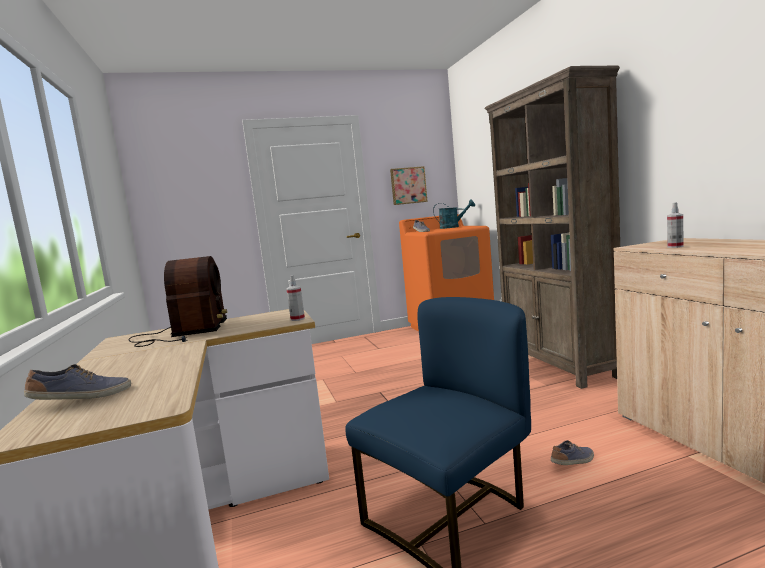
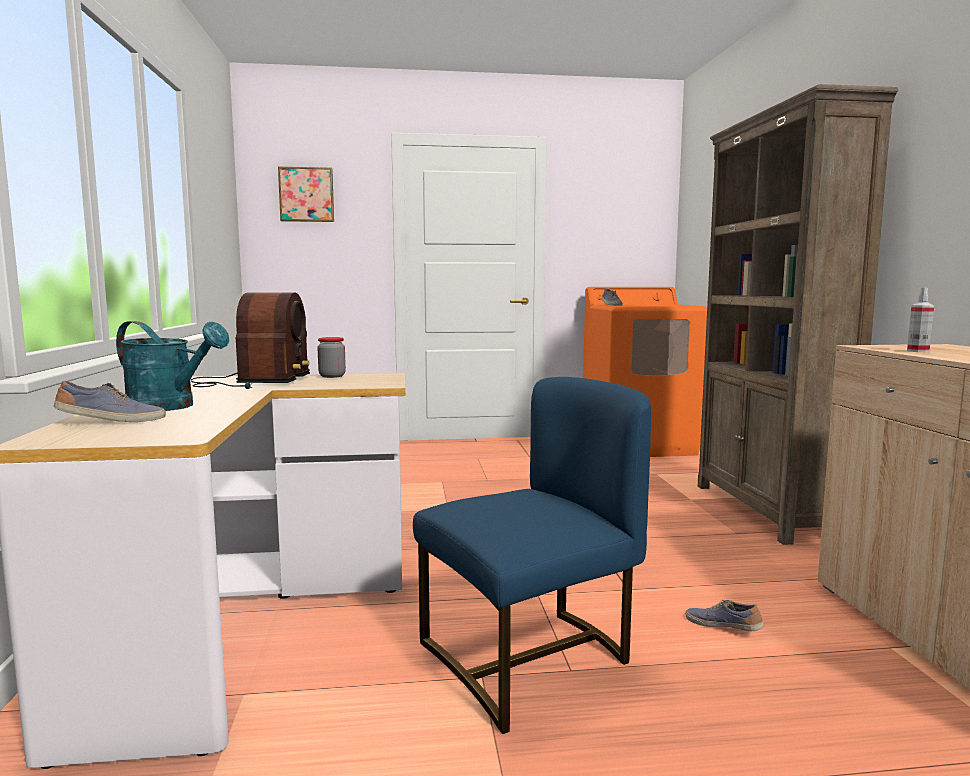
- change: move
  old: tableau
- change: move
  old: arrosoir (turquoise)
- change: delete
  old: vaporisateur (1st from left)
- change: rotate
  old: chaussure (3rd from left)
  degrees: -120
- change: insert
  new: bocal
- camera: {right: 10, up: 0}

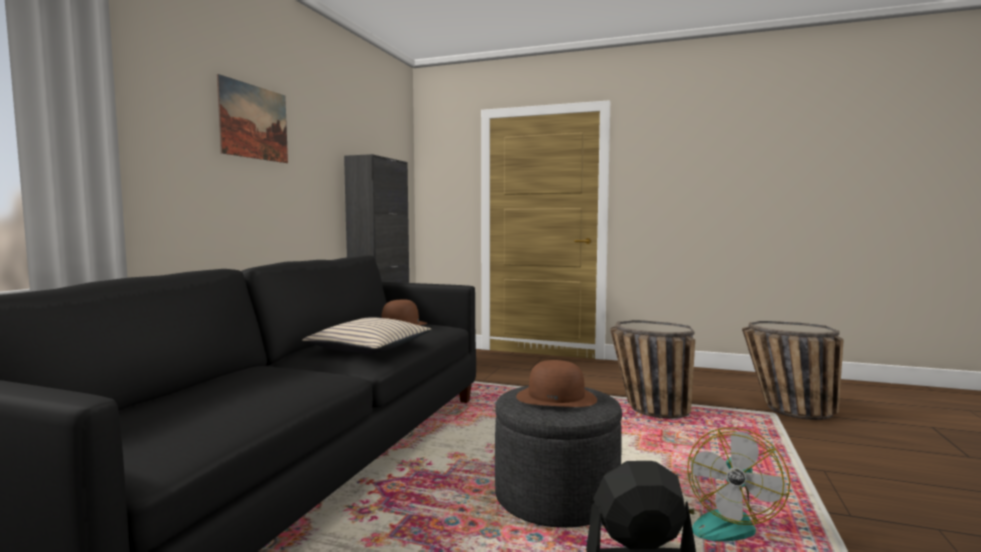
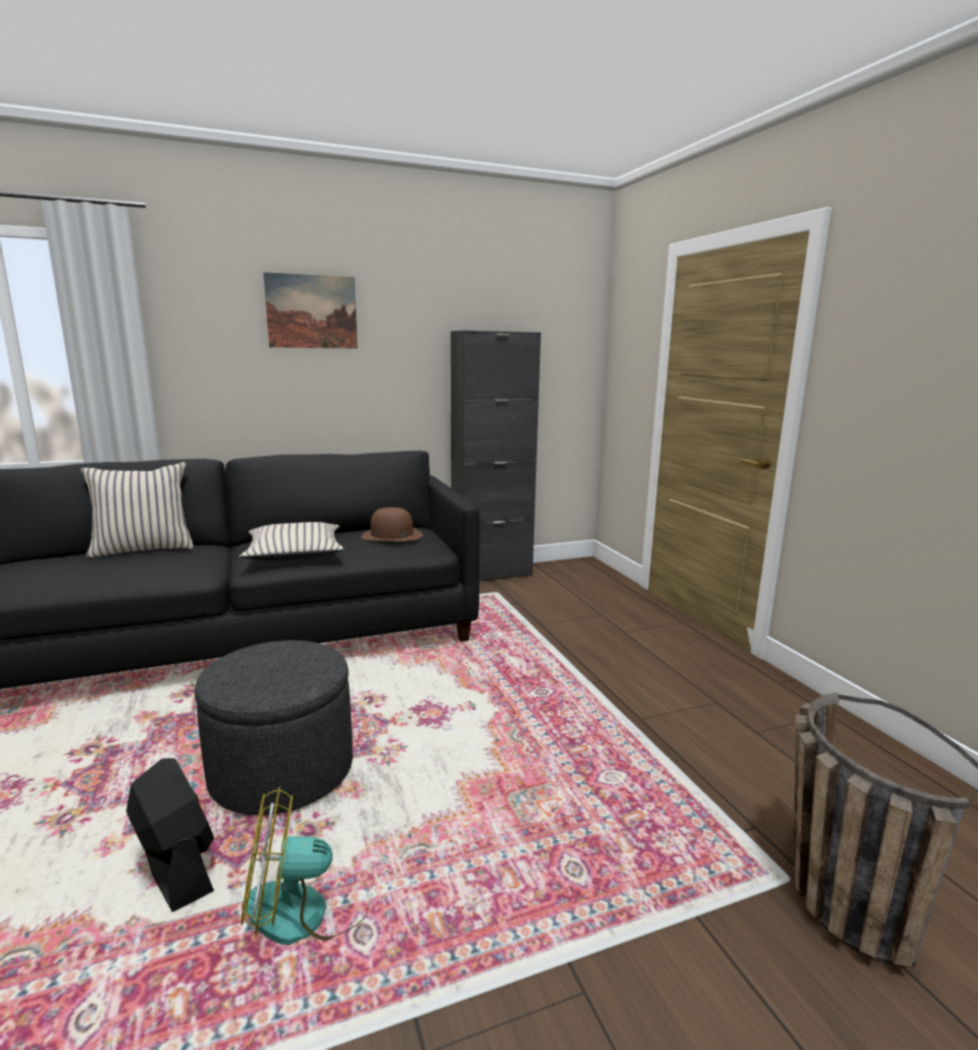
- change: delete
  old: panier (1st from left)
- change: delete
  old: chapeau (marron) (2nd from left)
- change: insert
  new: coussin (beige) (1st from left)
- camera: {right: 50, up: 10}

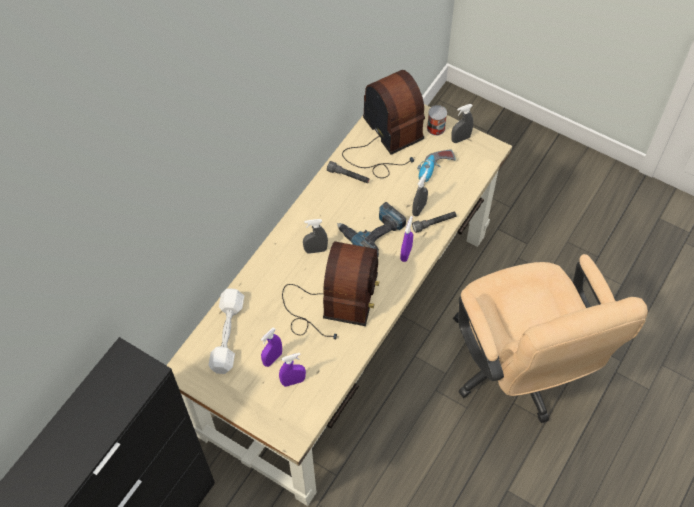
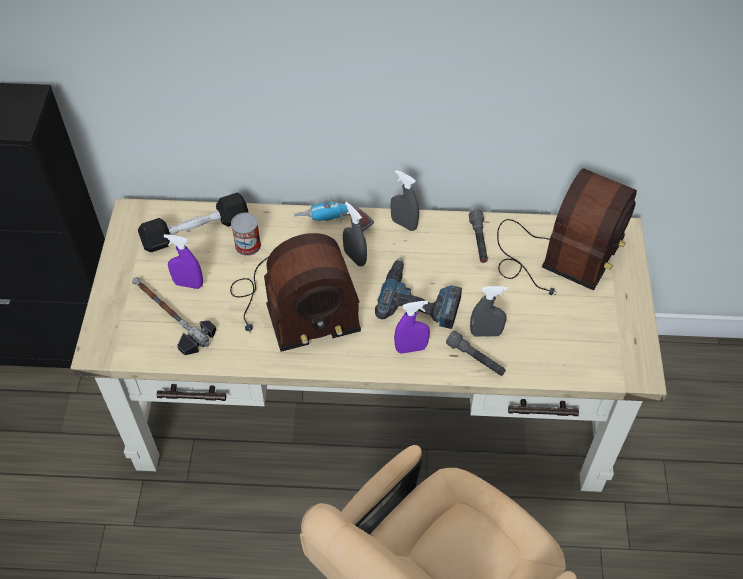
- change: move
  old: vaporisateur (gris) (3rd from left in the first image)
  new: vaporisateur (gris) (2nd from left)
- change: move
  old: boîte métallique
- change: move
  old: perceuse (2nd from left in the first image)
  new: perceuse (1st from left)
- change: recolor
  old: haltère (blanc)
  new: haltère (noir)
- change: replace
  old: vaporisateur (violet) (2nd from left)
  new: marteau
- camera: {right: 60, up: -5}

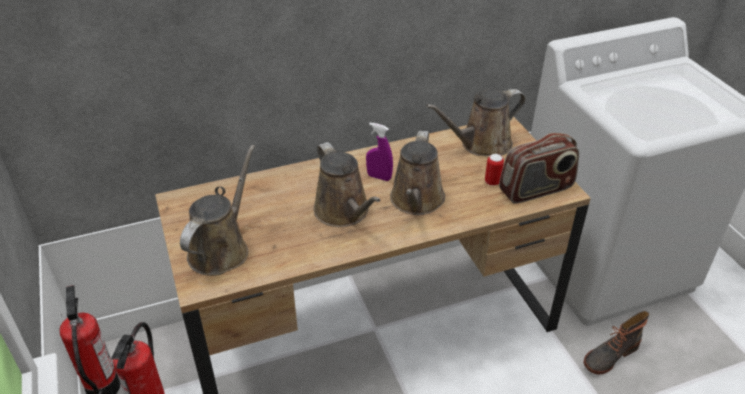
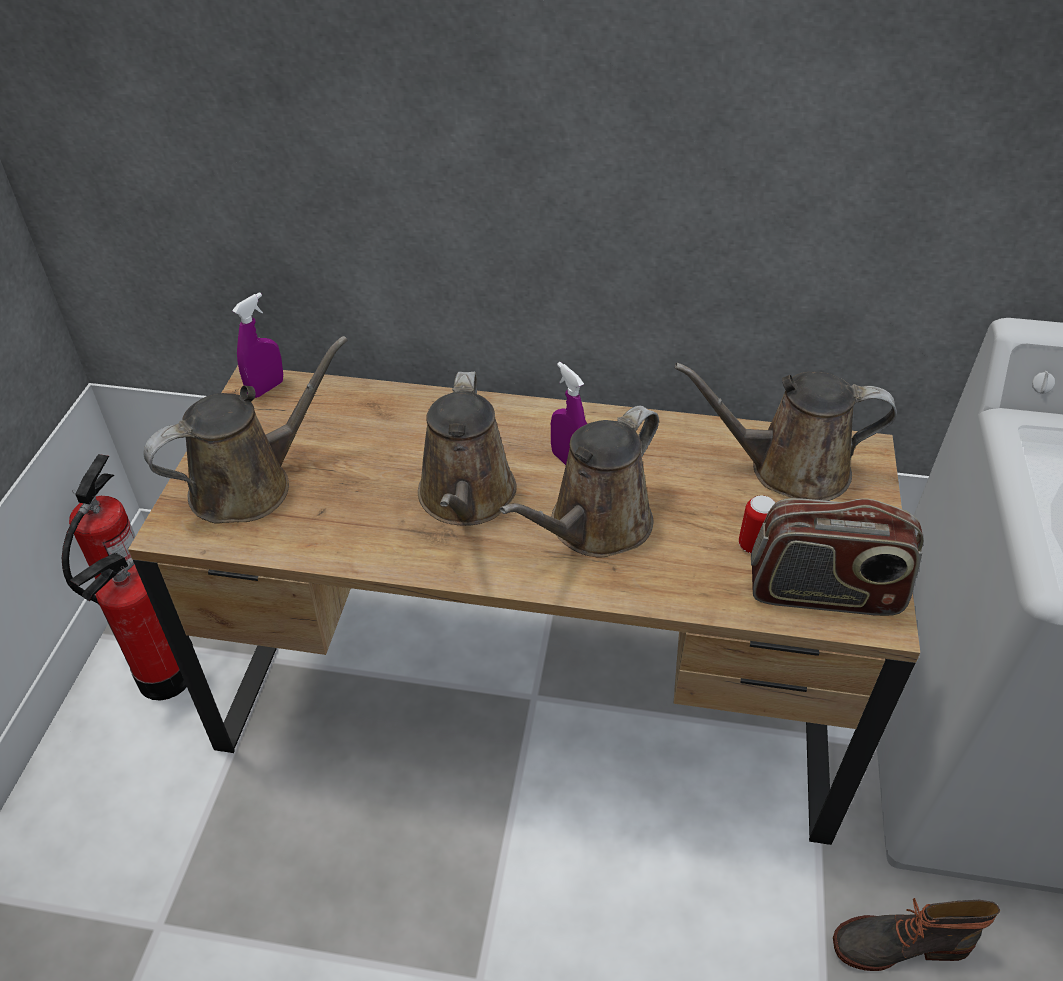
- change: insert
  new: vaporisateur (violet) (1st from left)
- camera: {right: 30, up: 5}

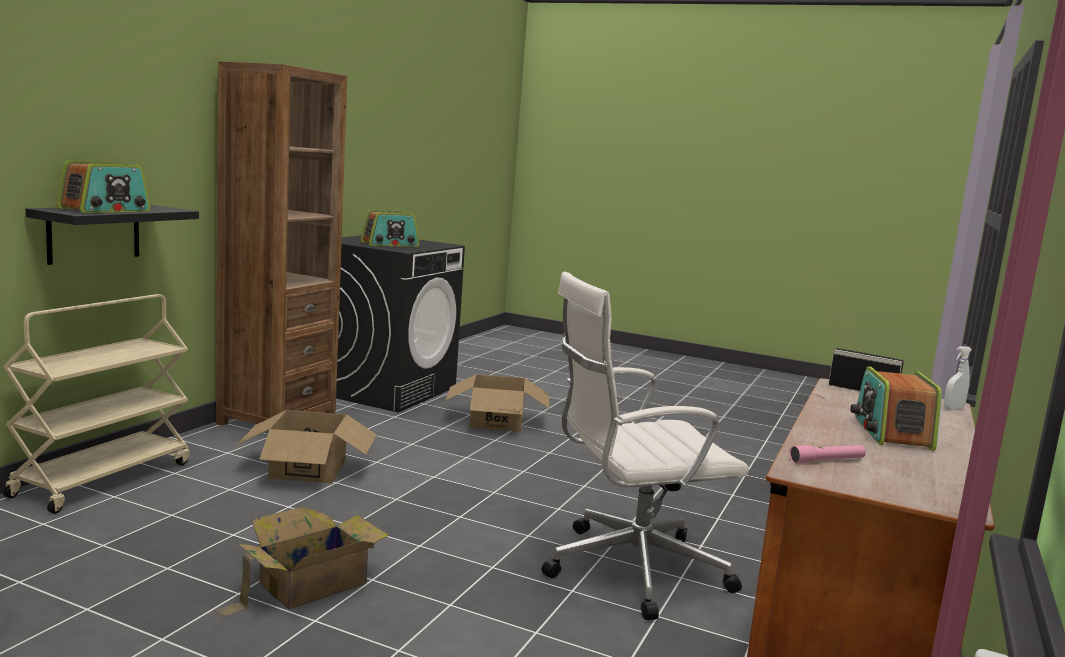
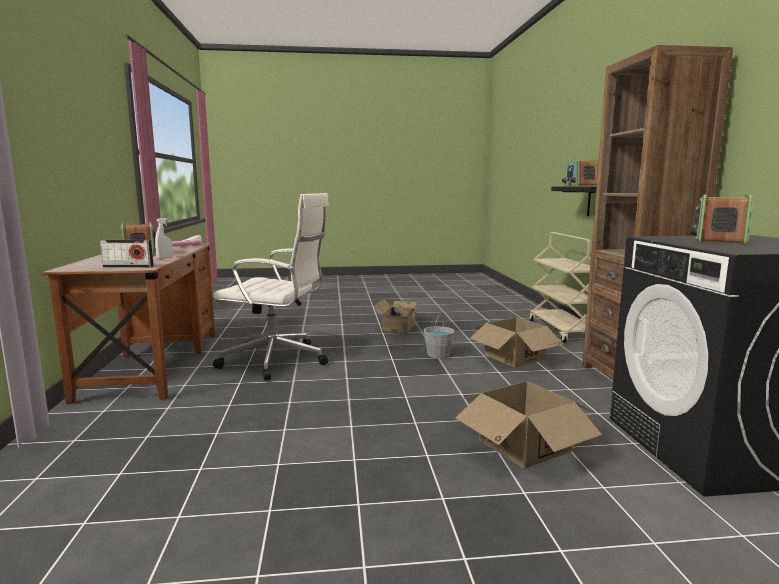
- change: rotate
  old: chaise de bureau (blanc)
  degrees: 60
- change: move
  old: vaporisateur (blanc)
- change: insert
  new: seau (gris)
- camera: {right: 150, up: 0}

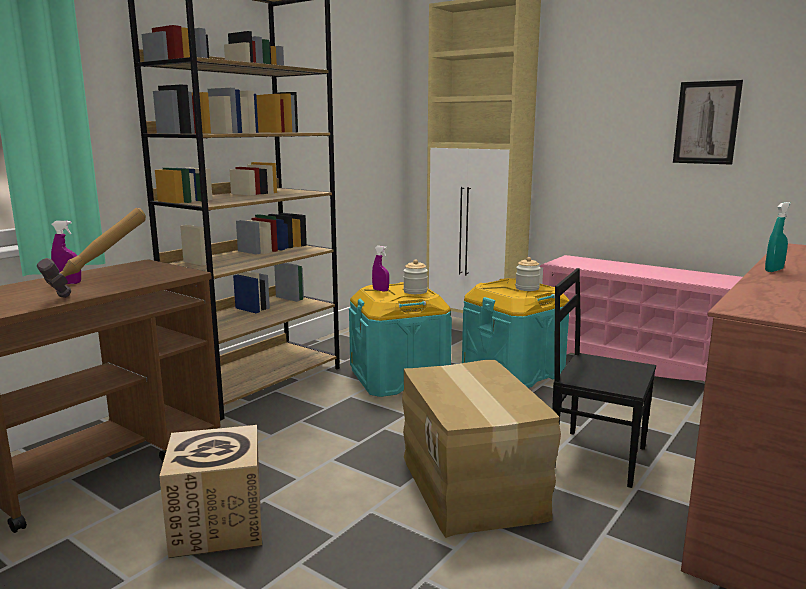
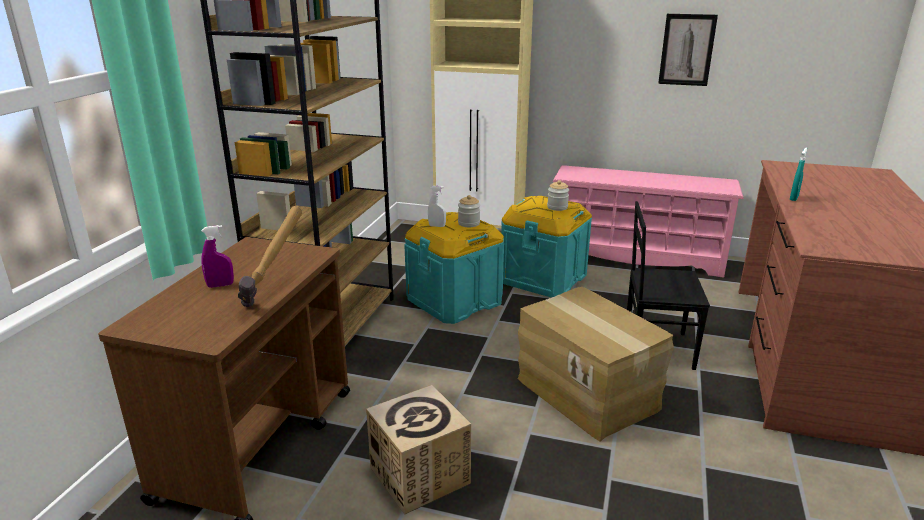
- change: recolor
  old: vaporisateur (violet) (2nd from left)
  new: vaporisateur (blanc)
- camera: {right: -20, up: 10}

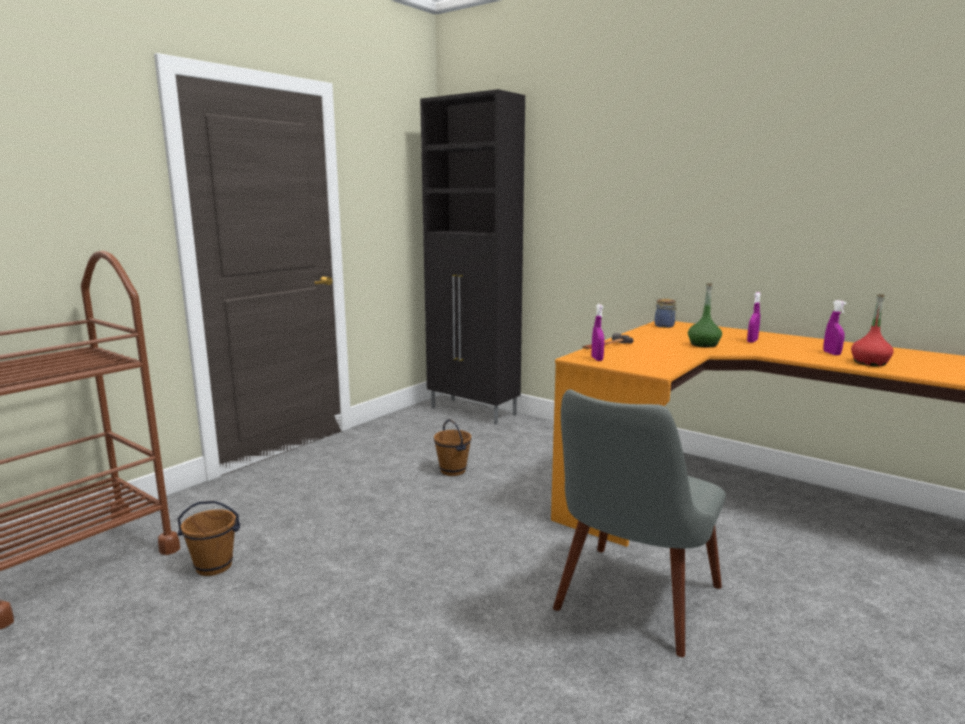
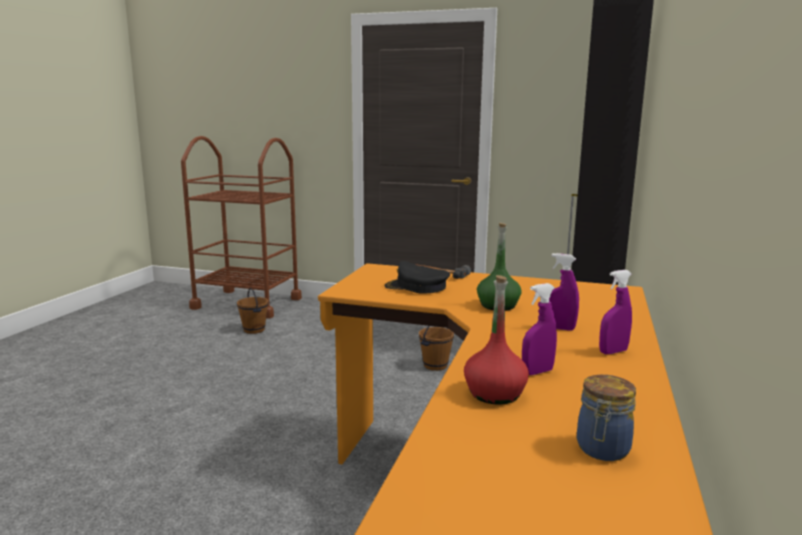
- change: move
  old: bocal
- change: move
  old: vaporisateur (violet) (1st from left in the first image)
  new: vaporisateur (violet) (3rd from left)
- change: delete
  old: chaise (gris)
- change: insert
  new: casquette (noir)
- camera: {right: 70, up: 0}

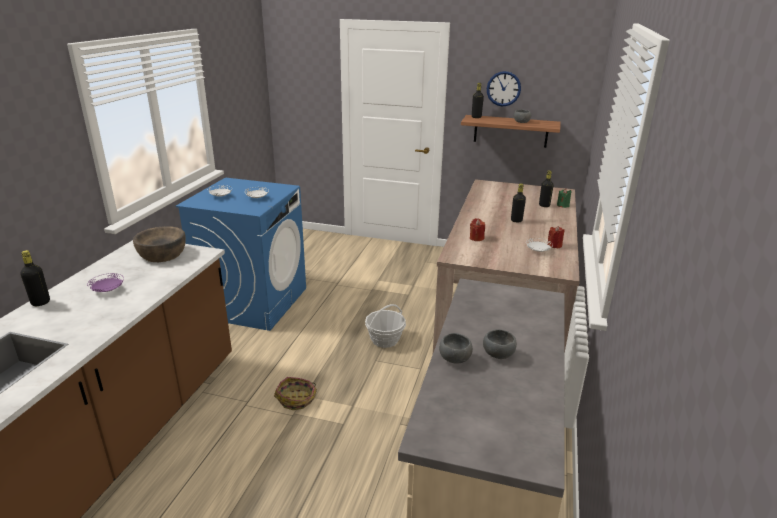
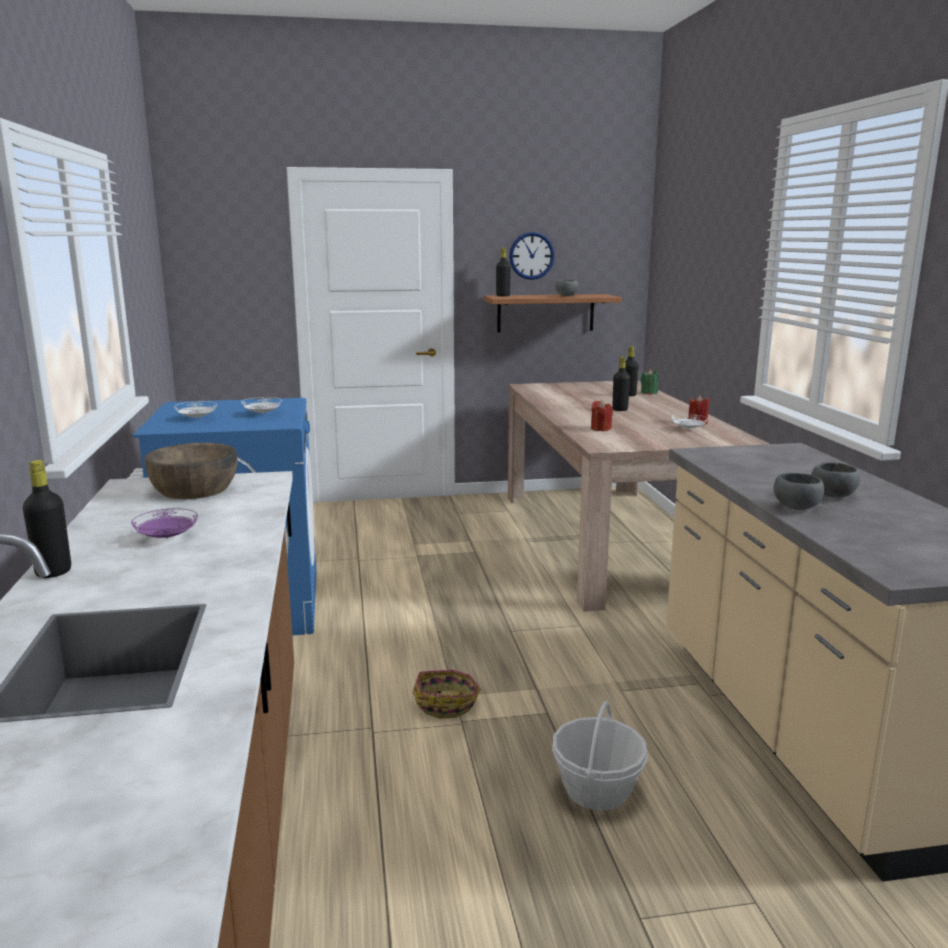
- change: move
  old: panier (2nd from left)
- camera: {right: -25, up: -10}

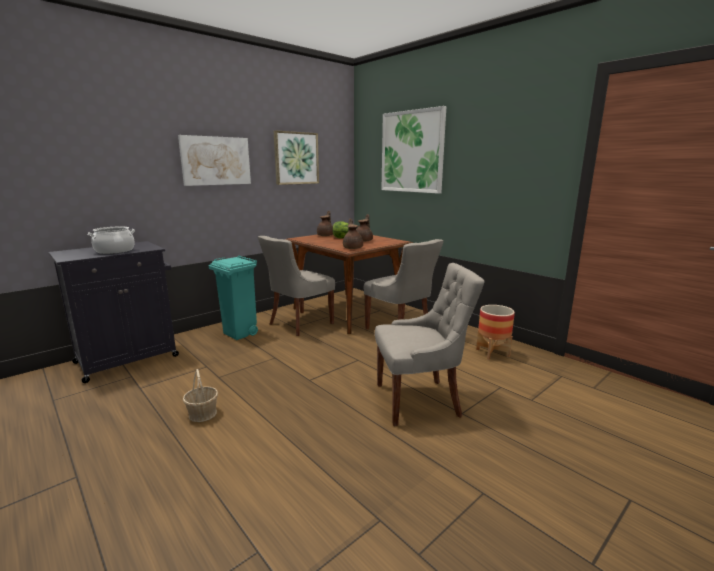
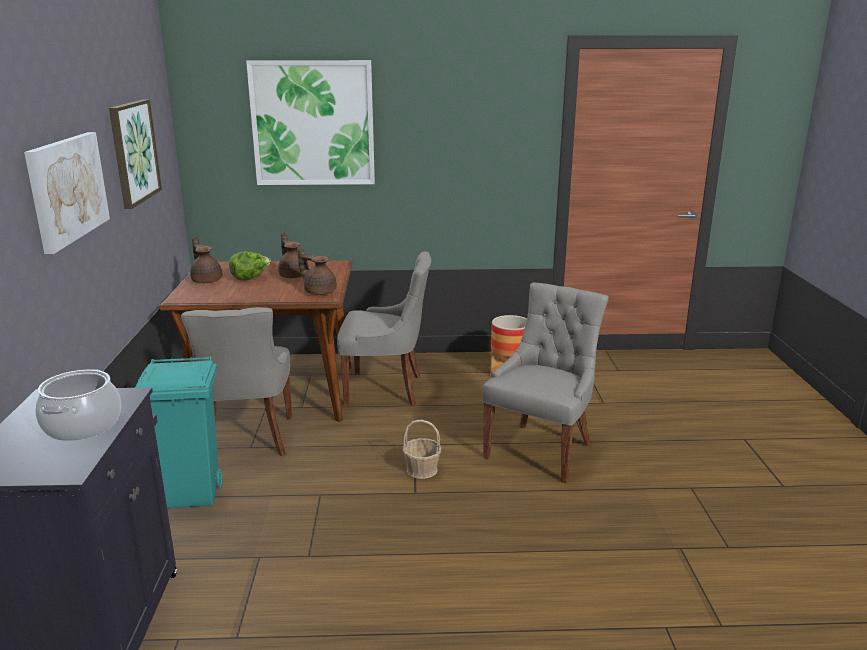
- change: move
  old: panier
- camera: {right: -50, up: 5}

